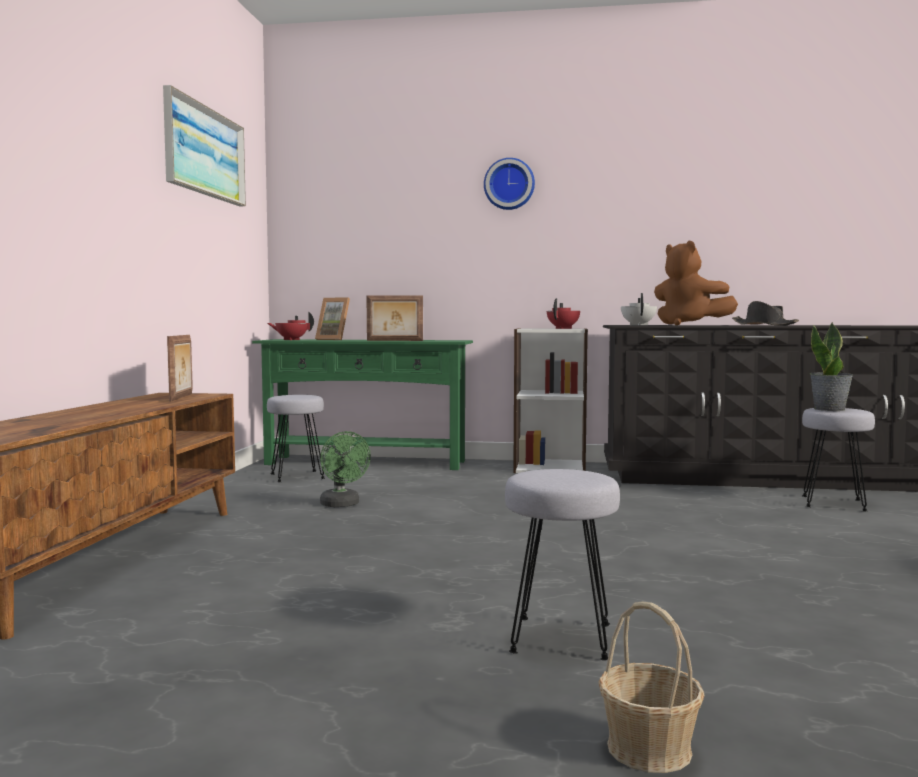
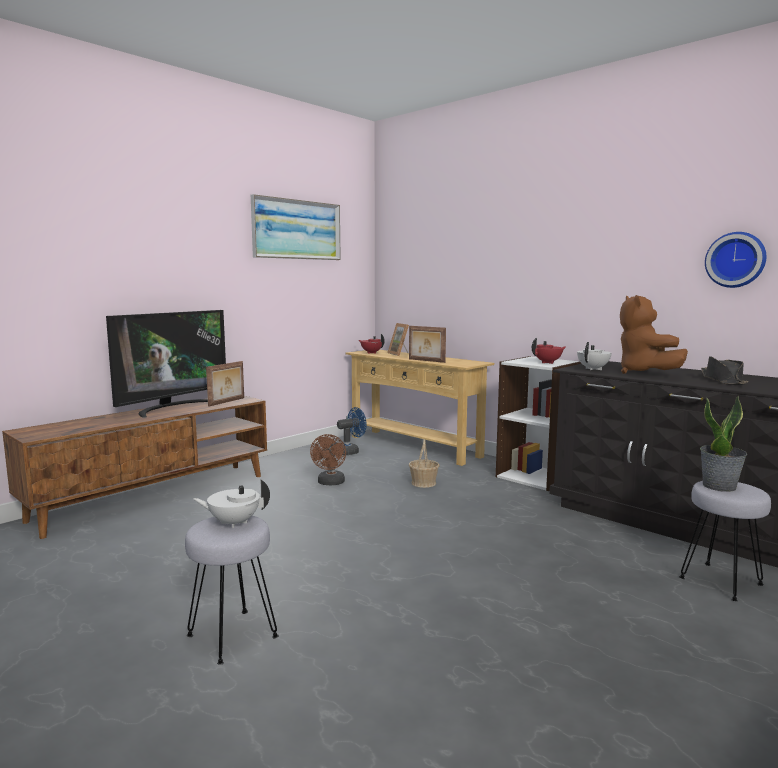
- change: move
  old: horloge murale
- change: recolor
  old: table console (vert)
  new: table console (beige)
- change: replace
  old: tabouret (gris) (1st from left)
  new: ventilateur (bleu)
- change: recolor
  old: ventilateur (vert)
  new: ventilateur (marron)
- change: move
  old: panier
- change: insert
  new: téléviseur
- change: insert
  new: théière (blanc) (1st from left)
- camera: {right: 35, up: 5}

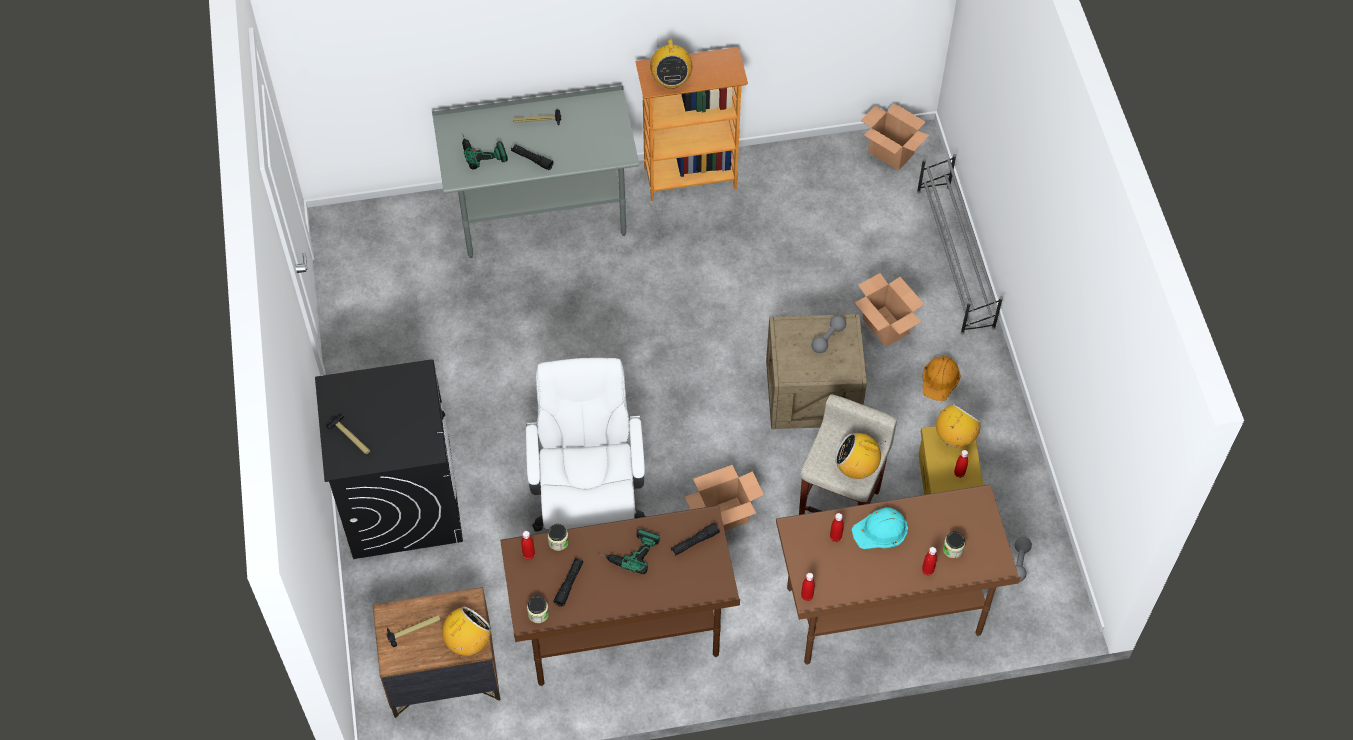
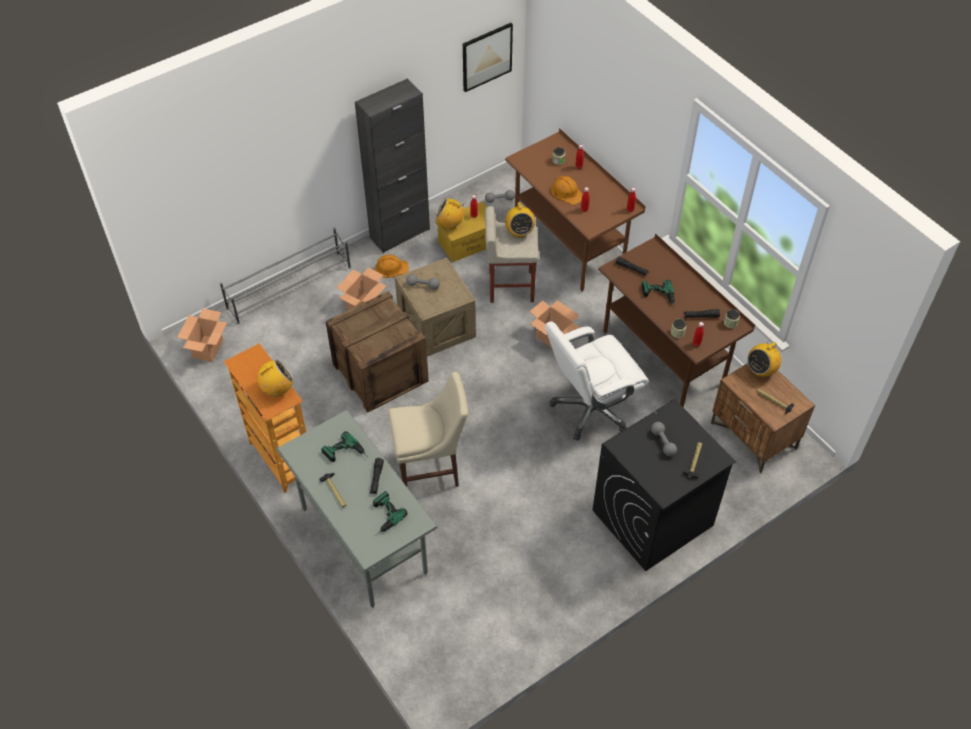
- change: recolor
  old: casque de chantier (turquoise)
  new: casque de chantier (orange) (2nd from left)
- change: rotate
  old: radio (1st from left in the first image)
  degrees: -60
- change: insert
  new: tableau
- change: insert
  new: meuble de rangement (noir)
- change: insert
  new: caisse (1st from left)
- change: insert
  new: chaise (beige)
- change: insert
  new: haltère (gris) (3rd from left)
- change: insert
  new: perceuse (1st from left)
- camera: {right: -115, up: -5}

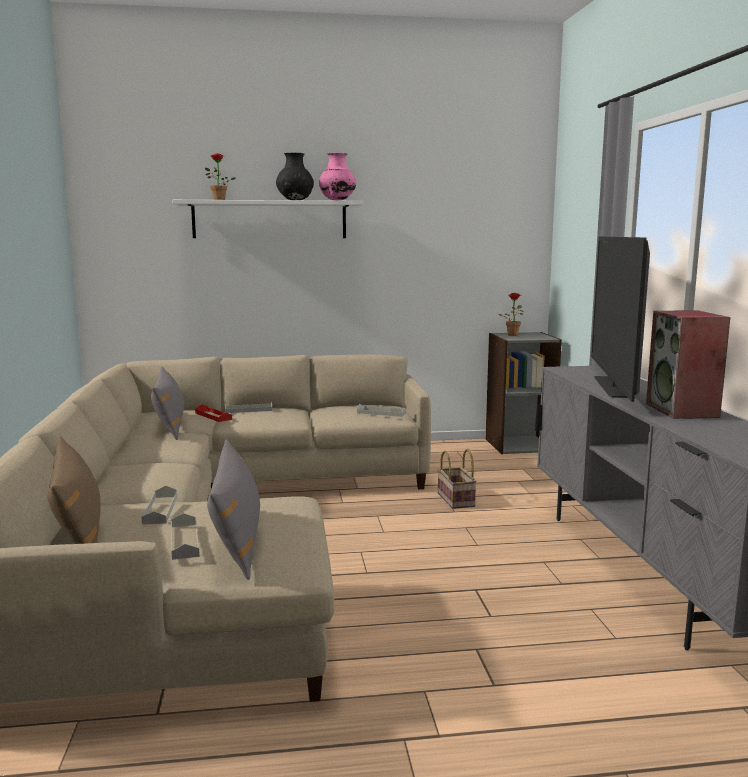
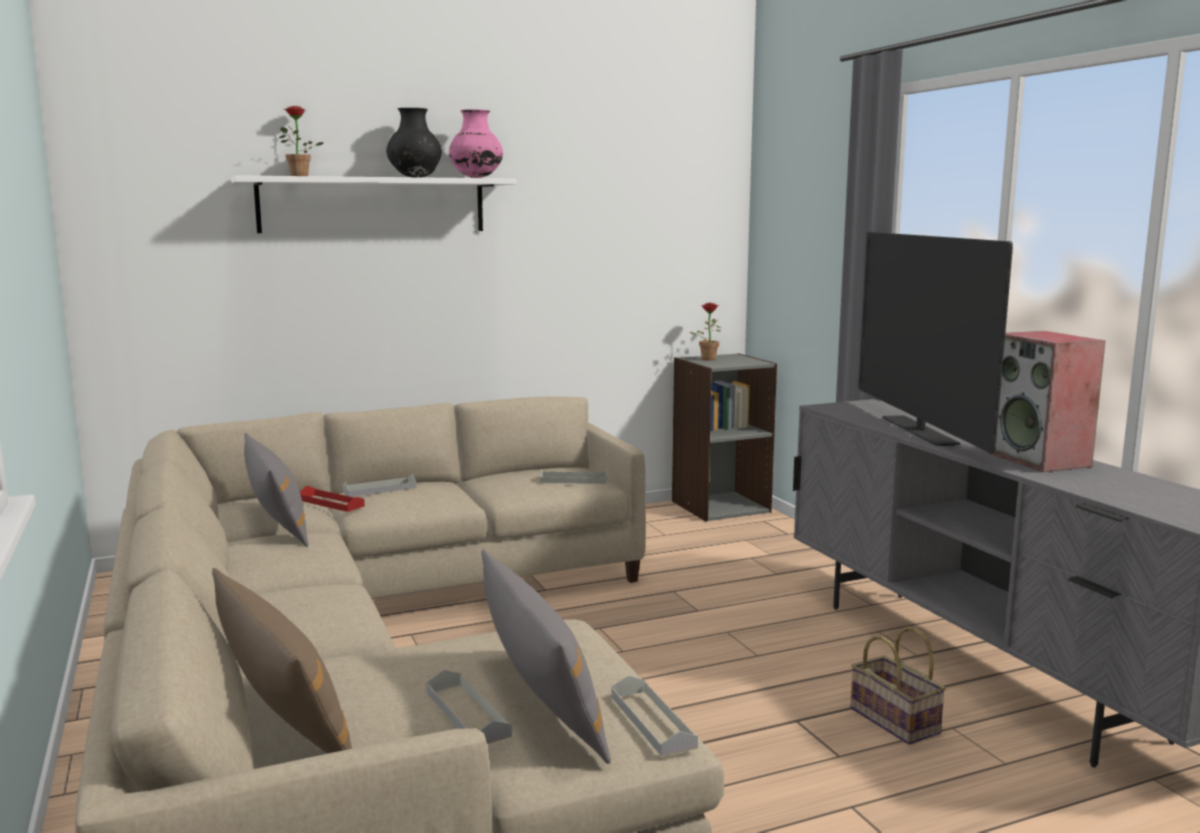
- change: move
  old: panier
- change: move
  old: plateau (gris) (1st from left in the first image)
  new: plateau (gris) (4th from left)
- camera: {right: -15, up: 0}

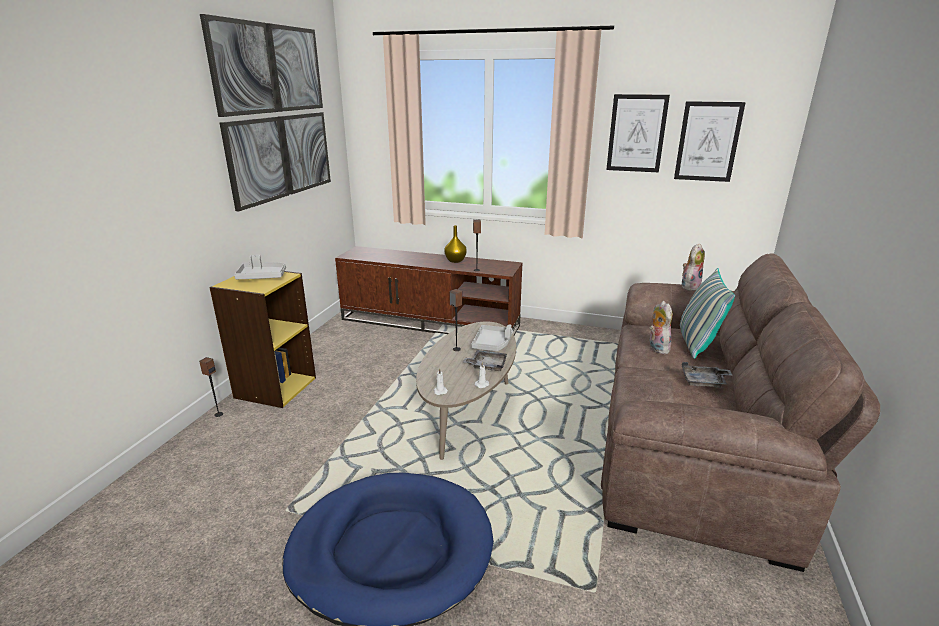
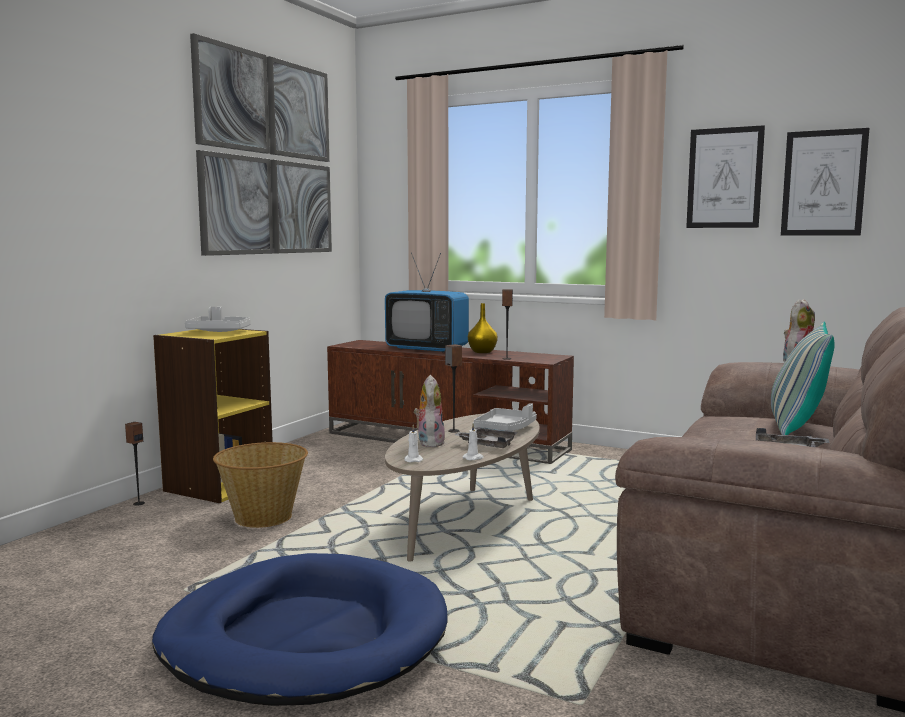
- change: move
  old: peluche (1st from left)
- change: insert
  new: téléviseur
- change: insert
  new: panier
- camera: {right: 10, up: -15}

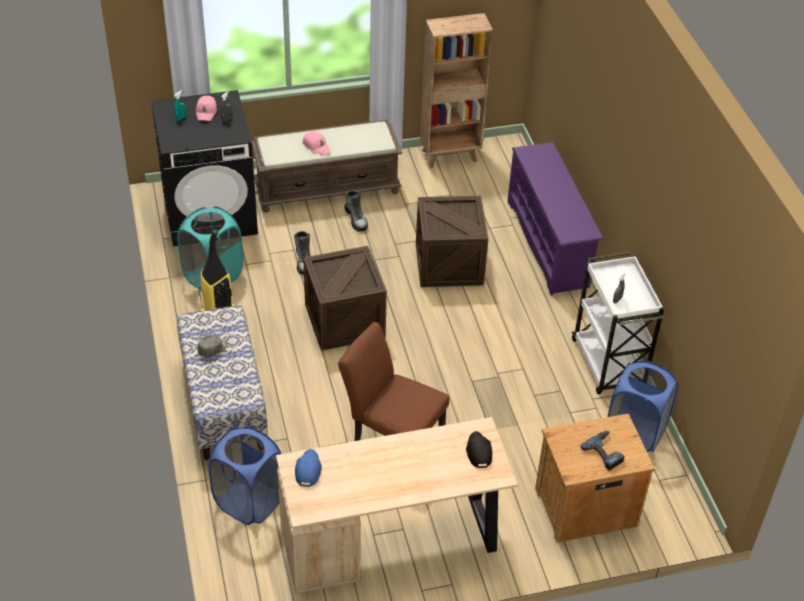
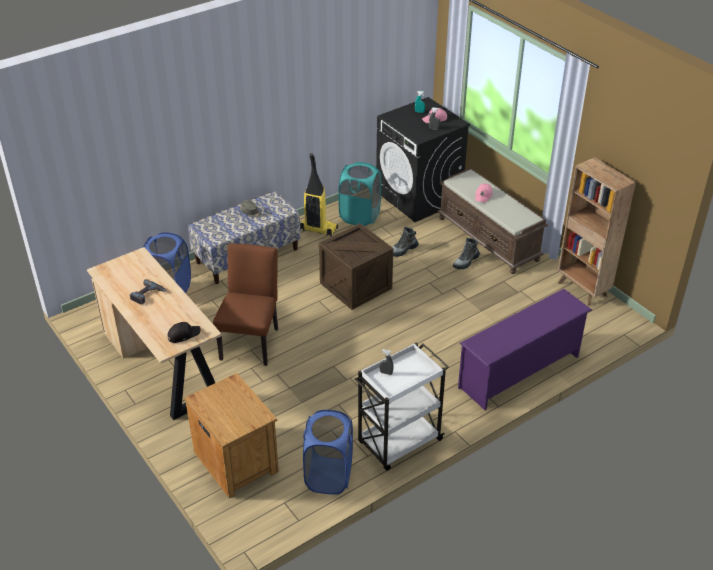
- change: delete
  old: caisse (2nd from left)
- change: move
  old: perceuse
- change: delete
  old: casquette (bleu)
- camera: {right: 70, up: -5}

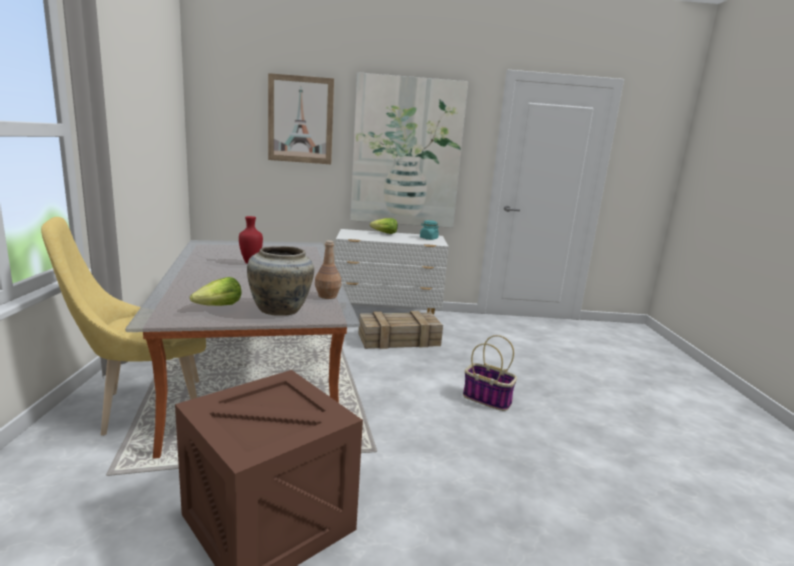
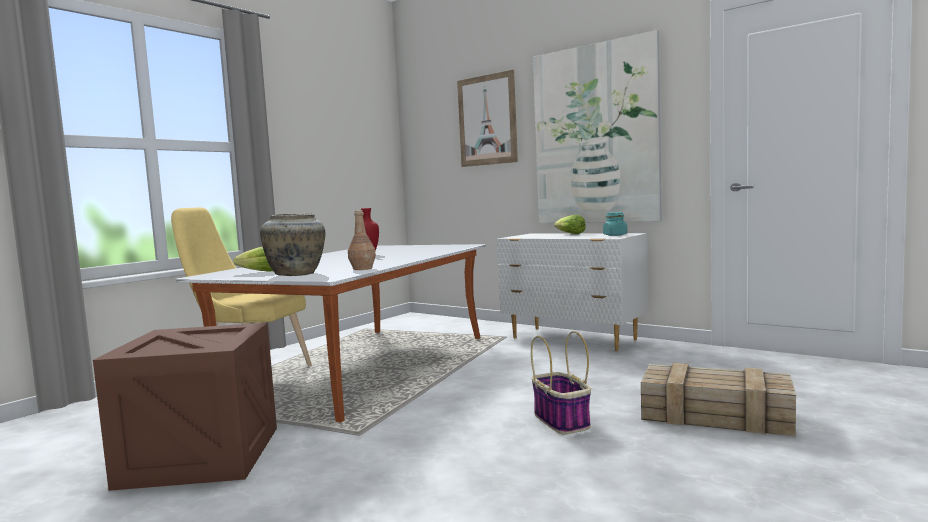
- change: move
  old: caisse (2nd from left)
- camera: {right: 40, up: -10}

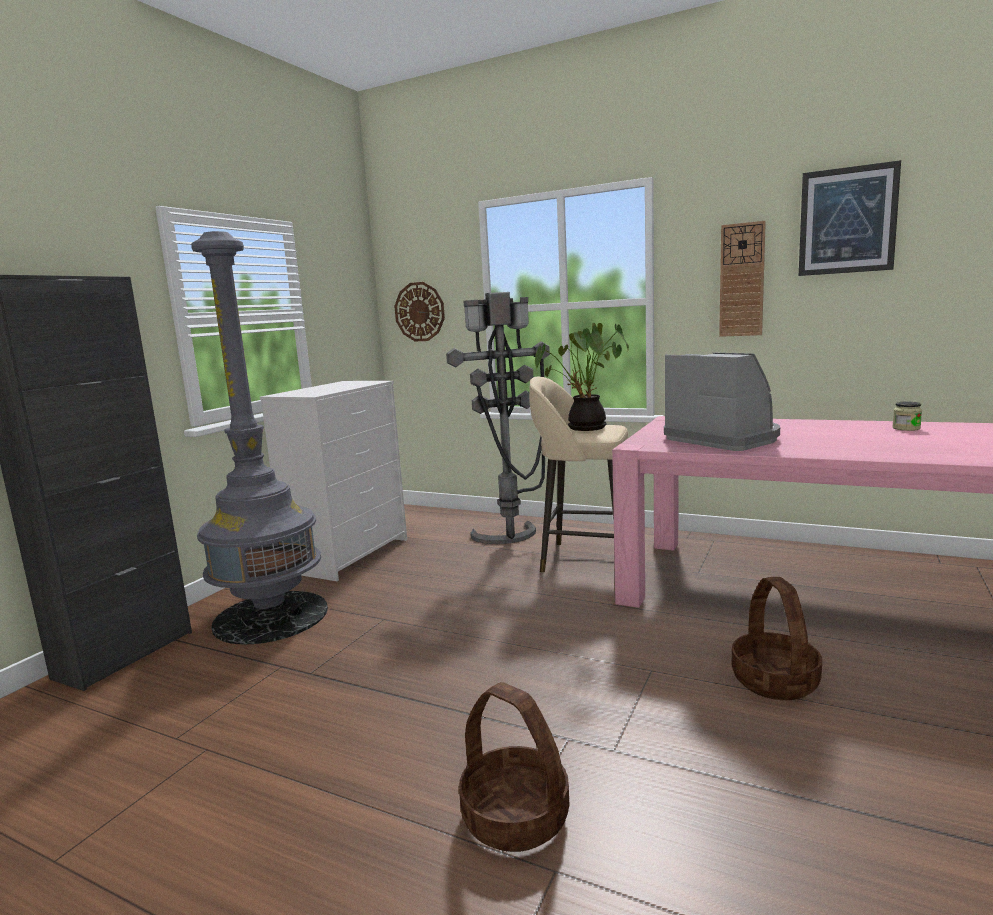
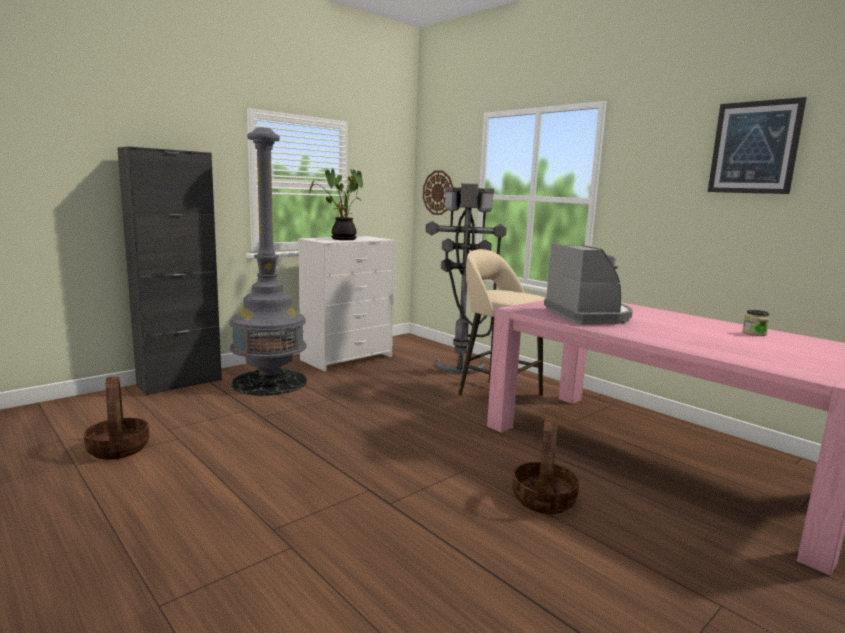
- change: delete
  old: horloge murale (2nd from left)
- change: move
  old: plante en pot
- change: move
  old: panier (1st from left)
- camera: {right: 20, up: 0}

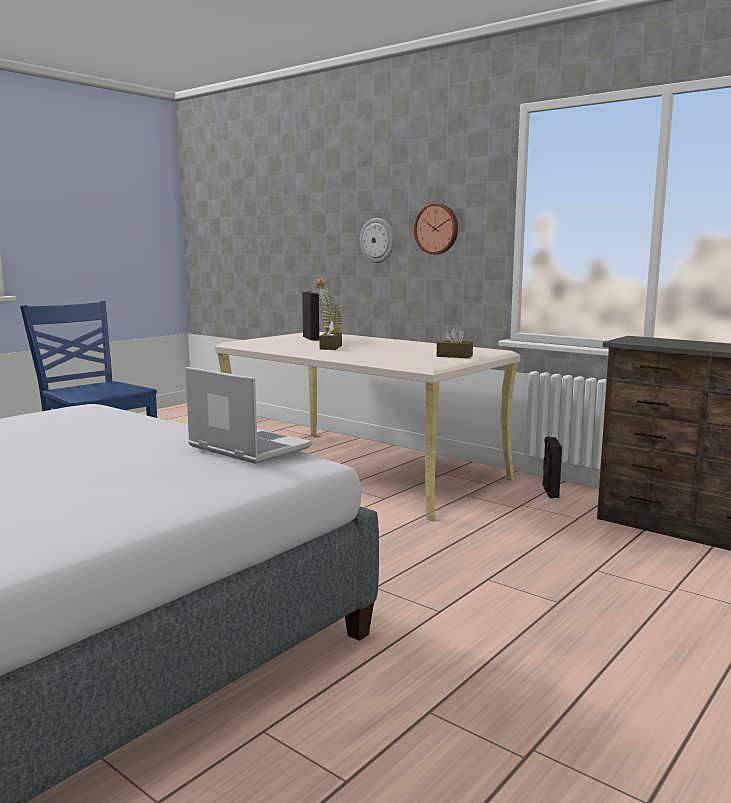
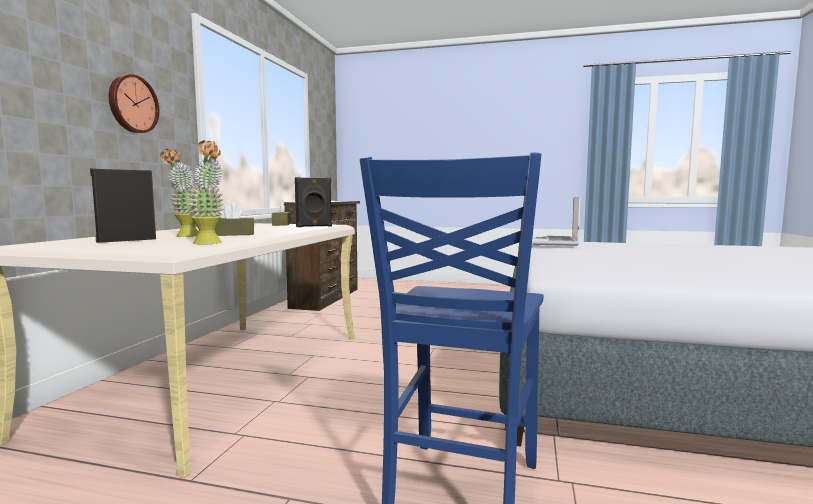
- change: delete
  old: horloge murale (1st from left)
- change: move
  old: enceinte (noir) (2nd from left)
- change: insert
  new: plante en pot (2nd from left)
- camera: {right: -115, up: -5}

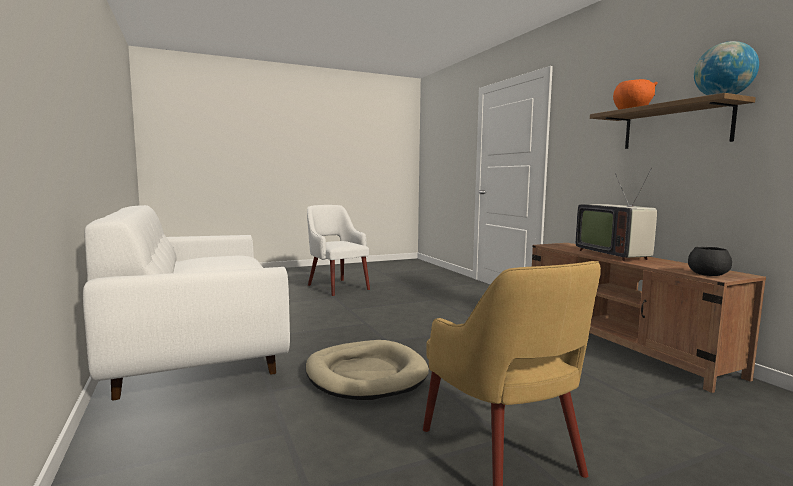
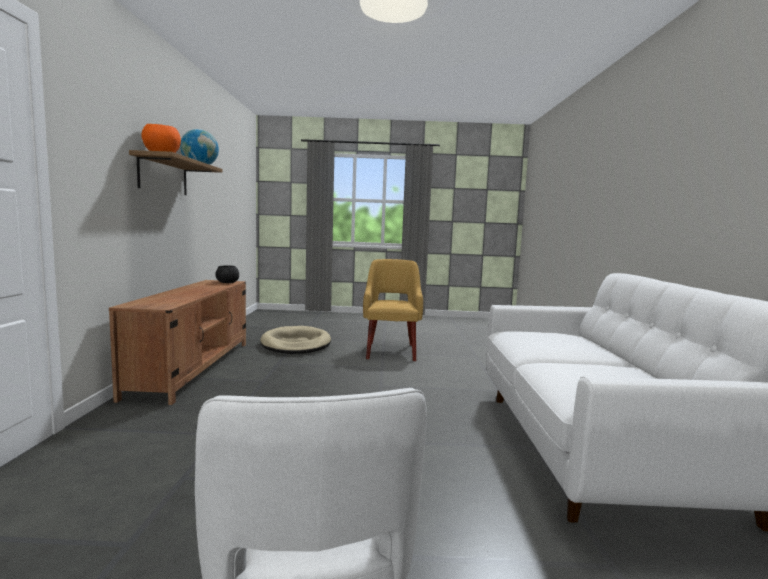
- change: delete
  old: téléviseur
- change: move
  old: panier pour chien (beige)
- camera: {right: -155, up: 0}

